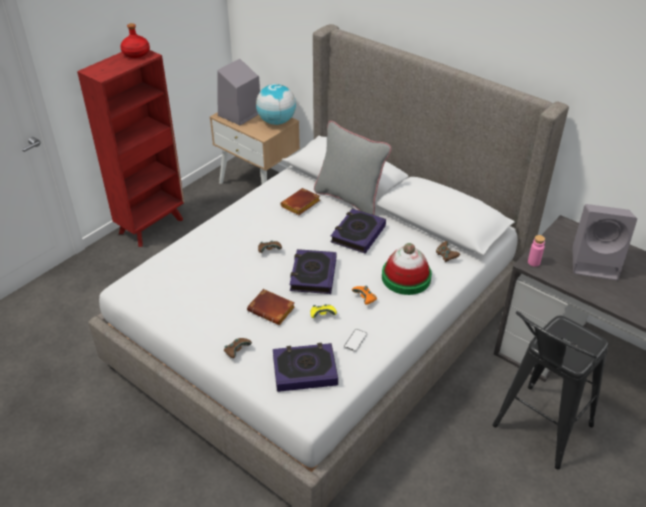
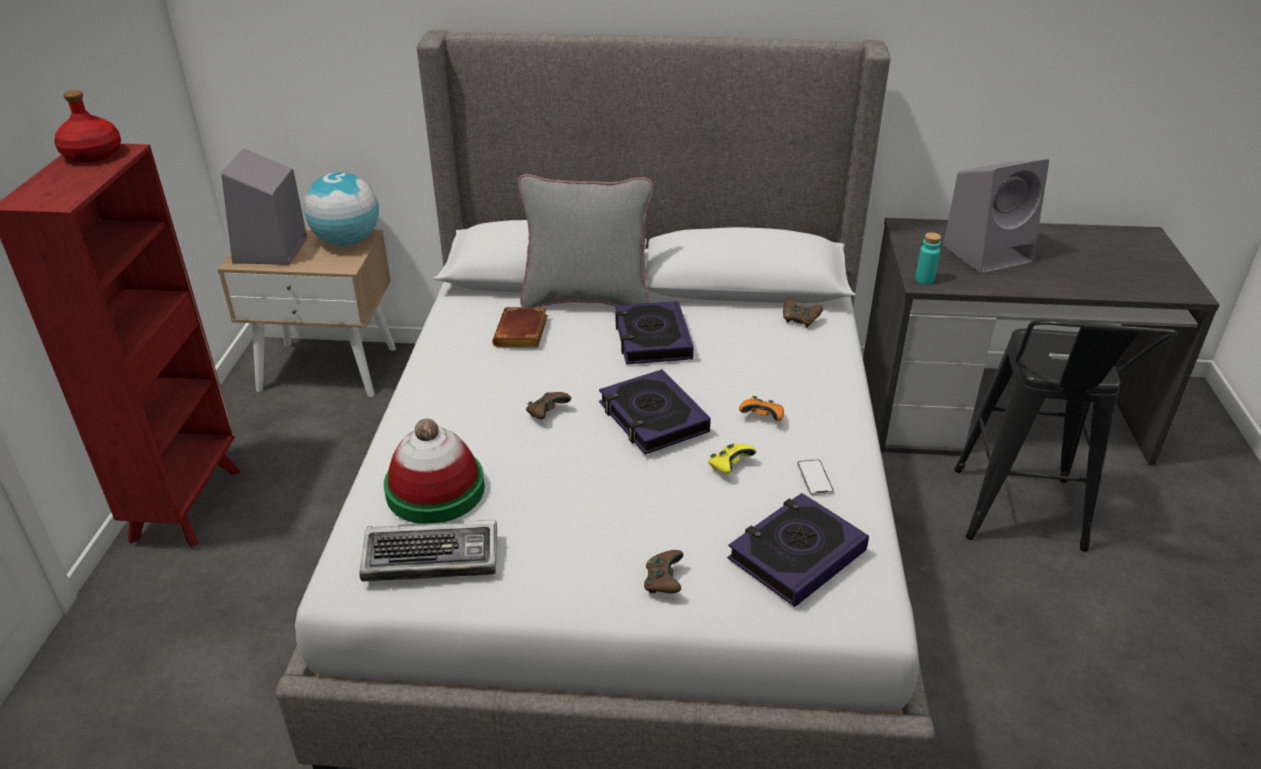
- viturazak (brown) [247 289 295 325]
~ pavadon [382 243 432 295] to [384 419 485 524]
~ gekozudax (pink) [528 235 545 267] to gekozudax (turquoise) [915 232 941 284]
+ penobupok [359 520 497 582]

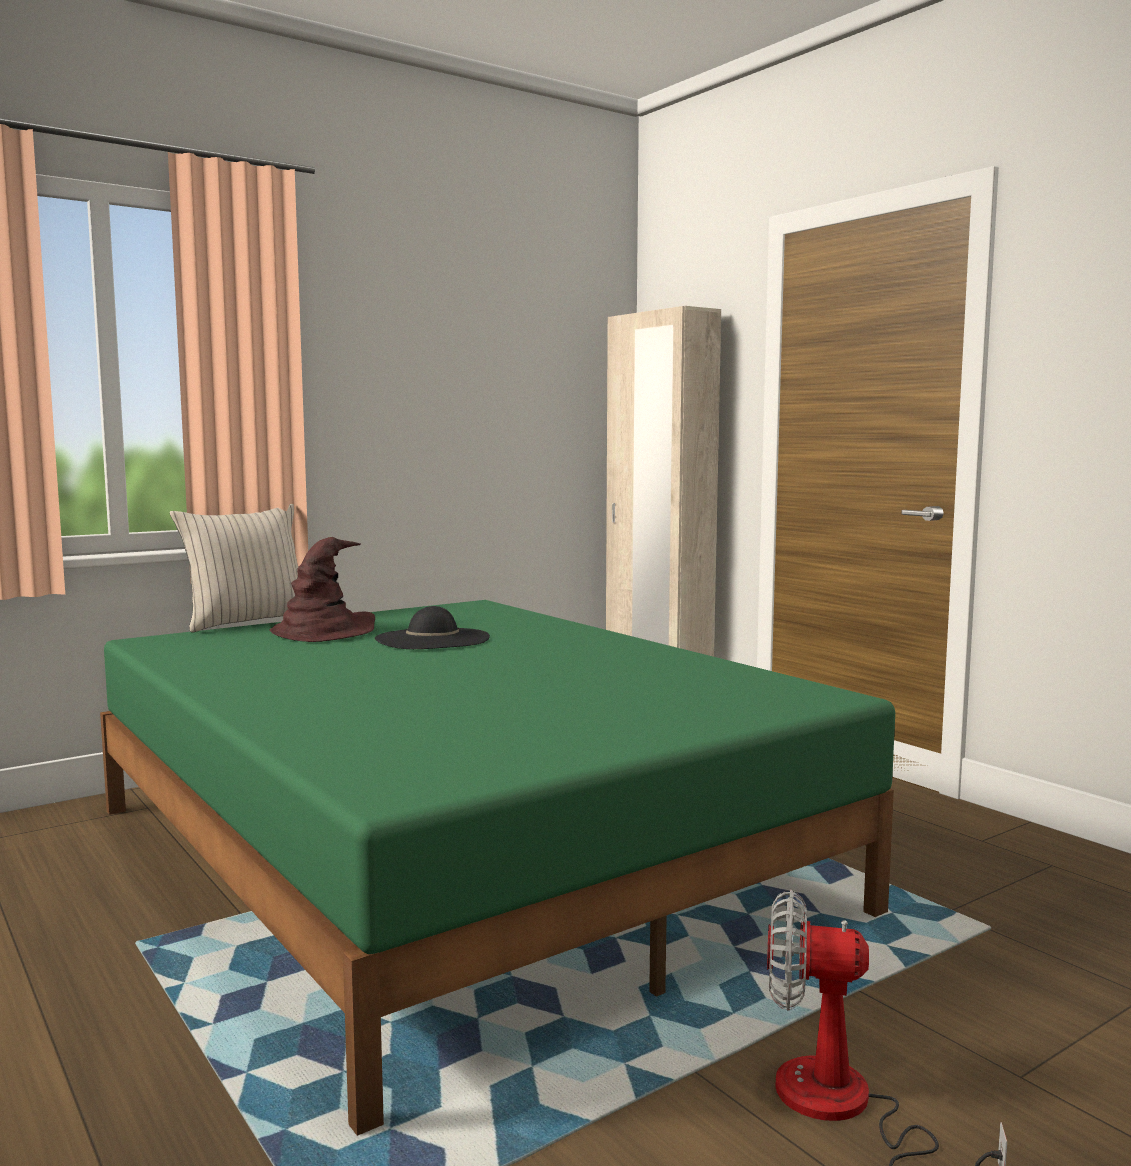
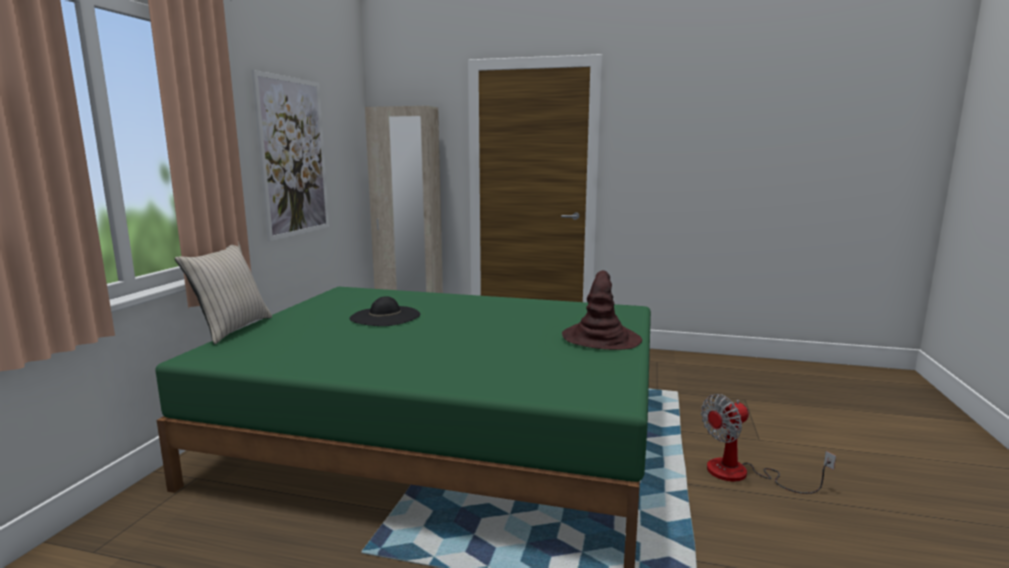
~ pavadon (brown) [270 537 375 642] to [562 270 642 350]
+ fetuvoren [252 70 329 241]

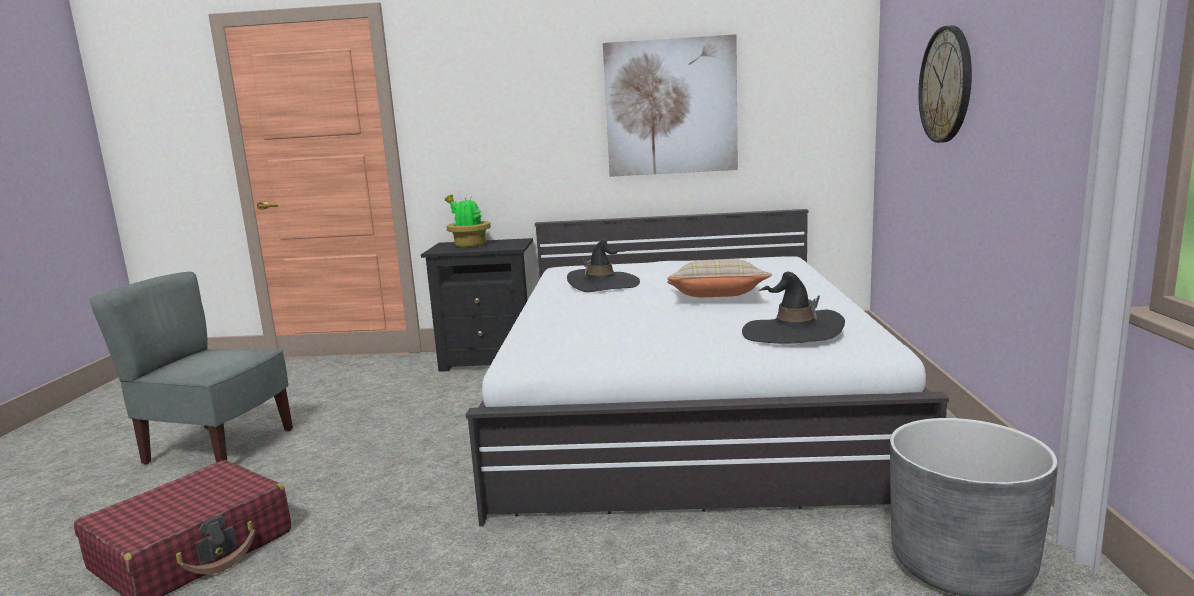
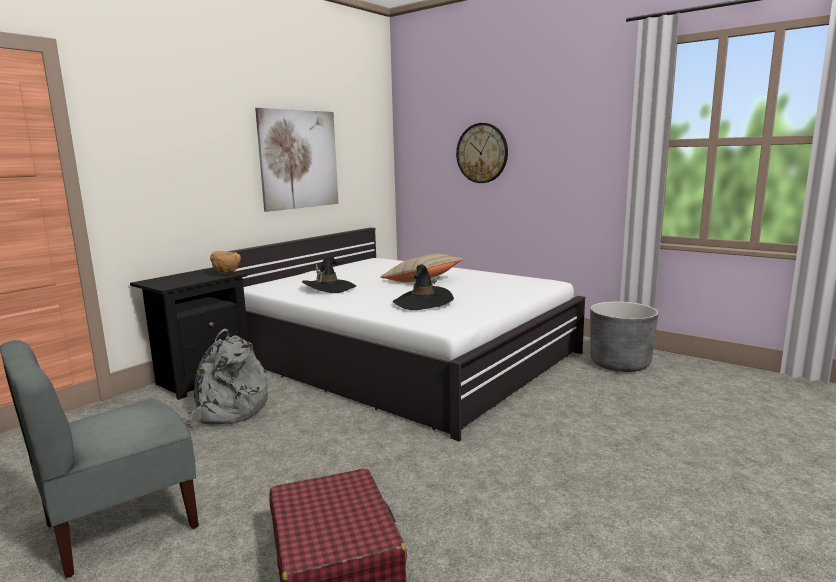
- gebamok [445 195 491 247]
~ pavadon (black) [742 272 845 344] to [393 264 454 310]
+ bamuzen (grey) [180 328 268 428]
+ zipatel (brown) [210 251 241 275]

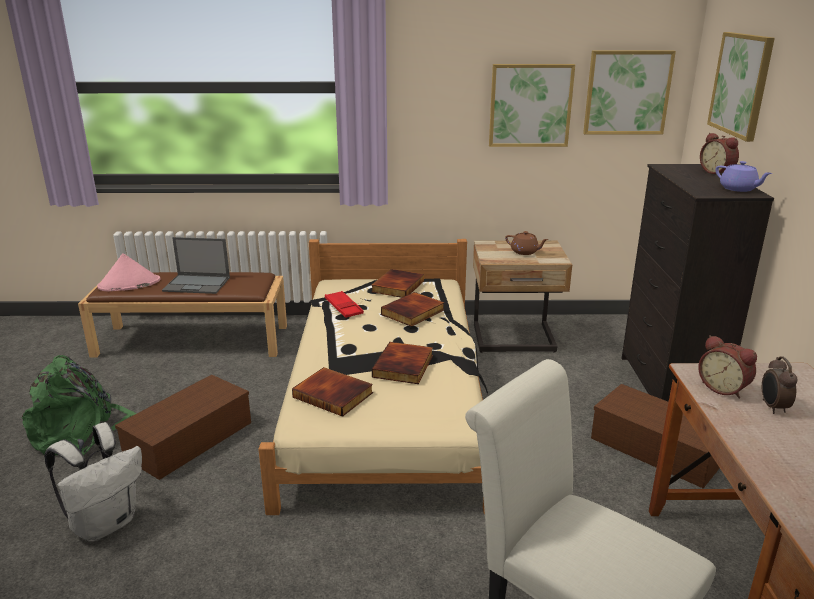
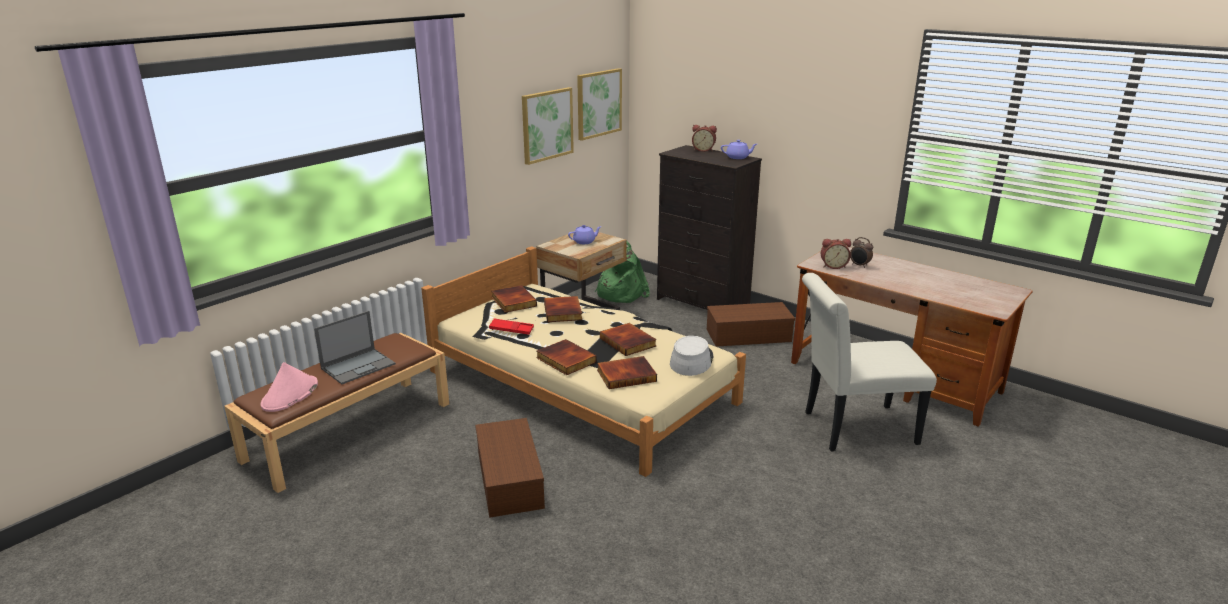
~ bamuzen (green) [22 355 137 455] to [595 241 650 303]
- bamuzen (white) [44 422 142 541]
~ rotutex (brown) [505 231 549 255] to rotutex (purple) [568 225 602 244]
- fetuvoren [707 32 775 142]
+ viturazak [536 339 597 375]
+ pavadon (grey) [670 336 714 376]

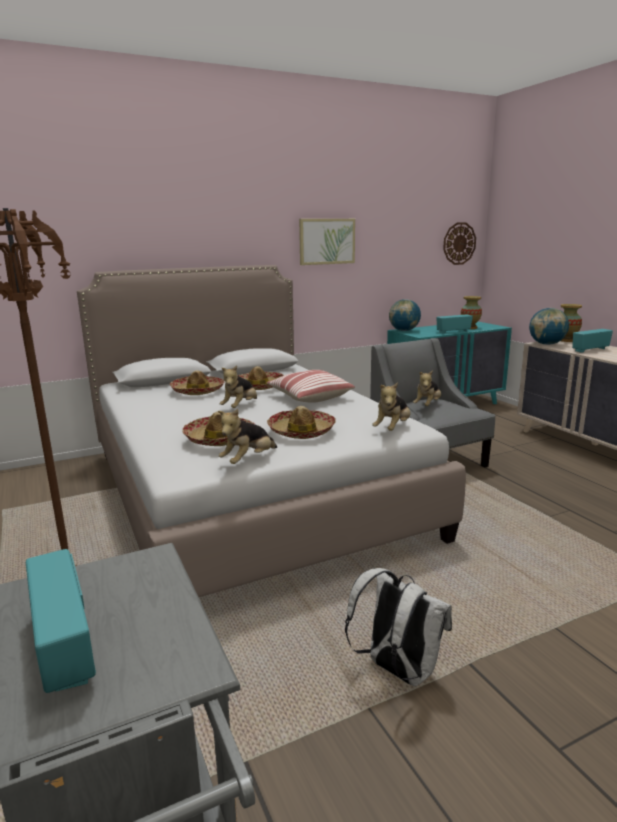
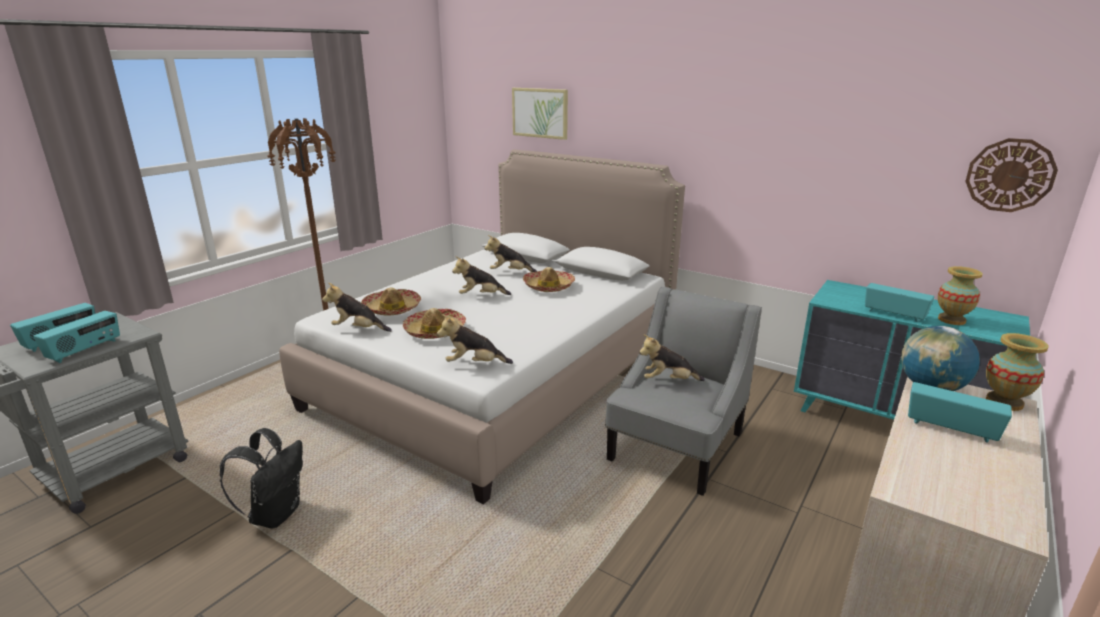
~ pavadon [170 370 225 395] to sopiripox [484 235 537 272]
- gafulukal [267 370 355 403]
~ fetuvoren [299 219 355 265] to [512 88 568 140]
~ bamuzen (white) [345 568 452 686] to bamuzen (black) [220 428 303 529]
- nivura [389 299 421 331]
+ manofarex [33 311 120 363]

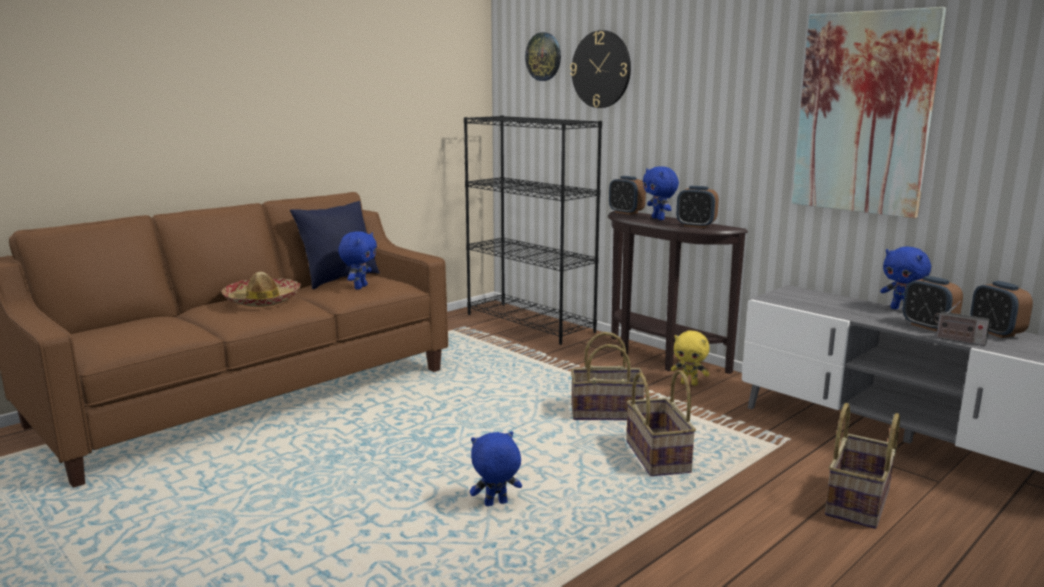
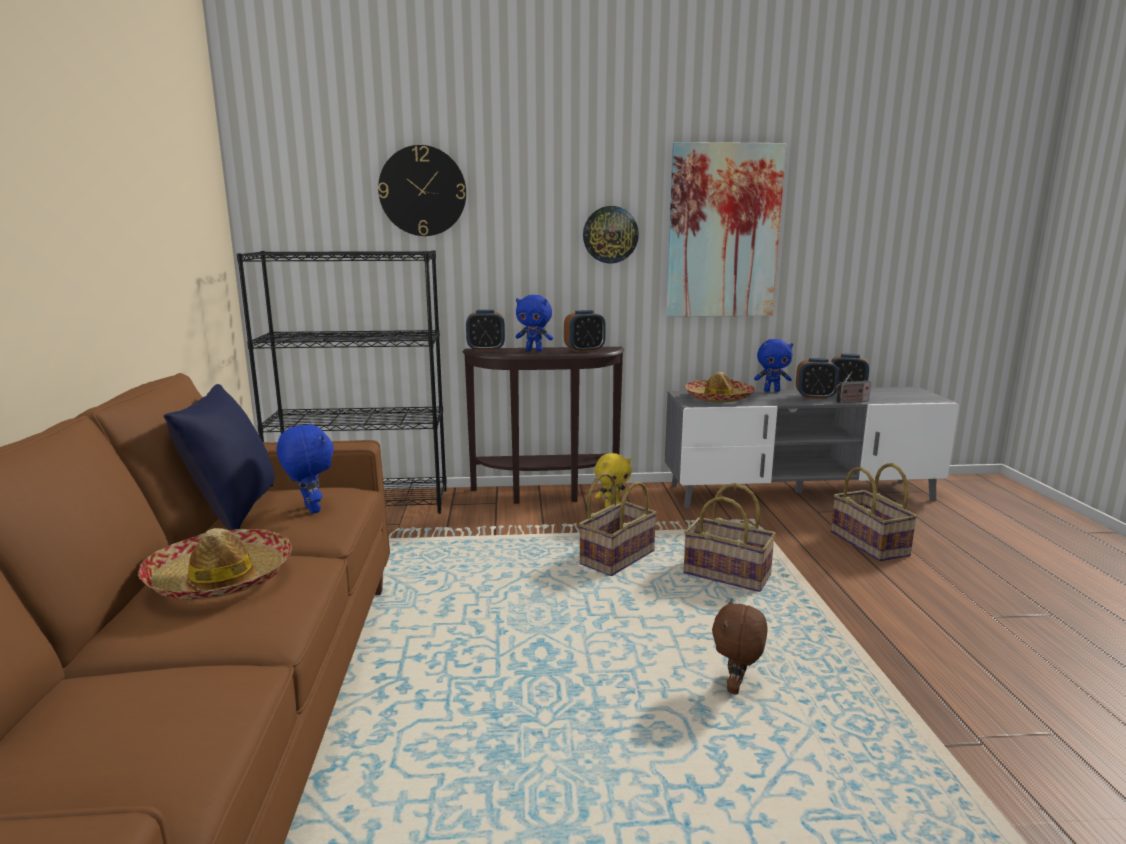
~ sopiripox (blue) [470 431 522 506] to sopiripox (brown) [712 598 768 695]
~ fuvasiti [525 32 561 81] to [583 206 639 263]
+ pavadon [685 372 755 403]

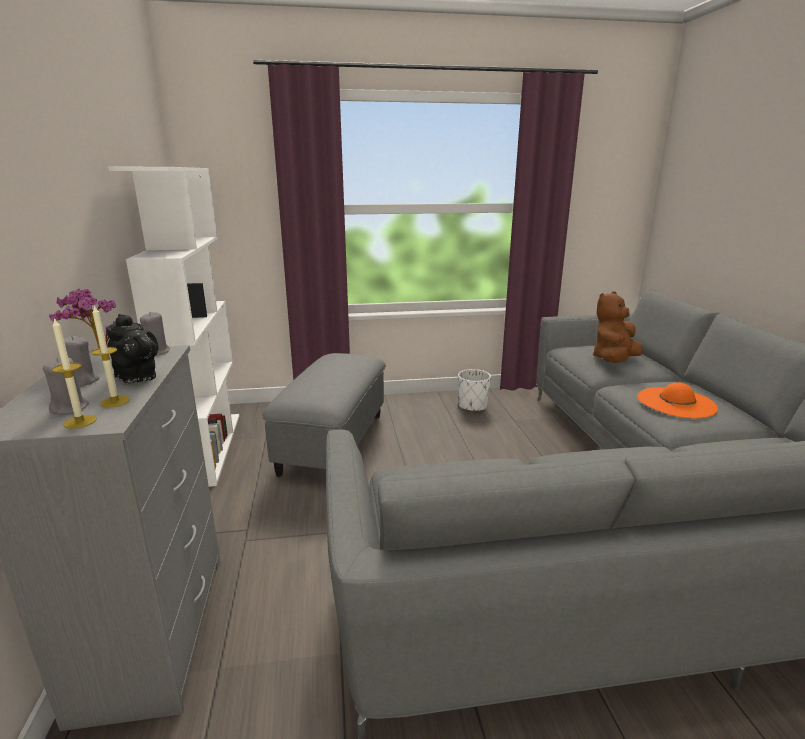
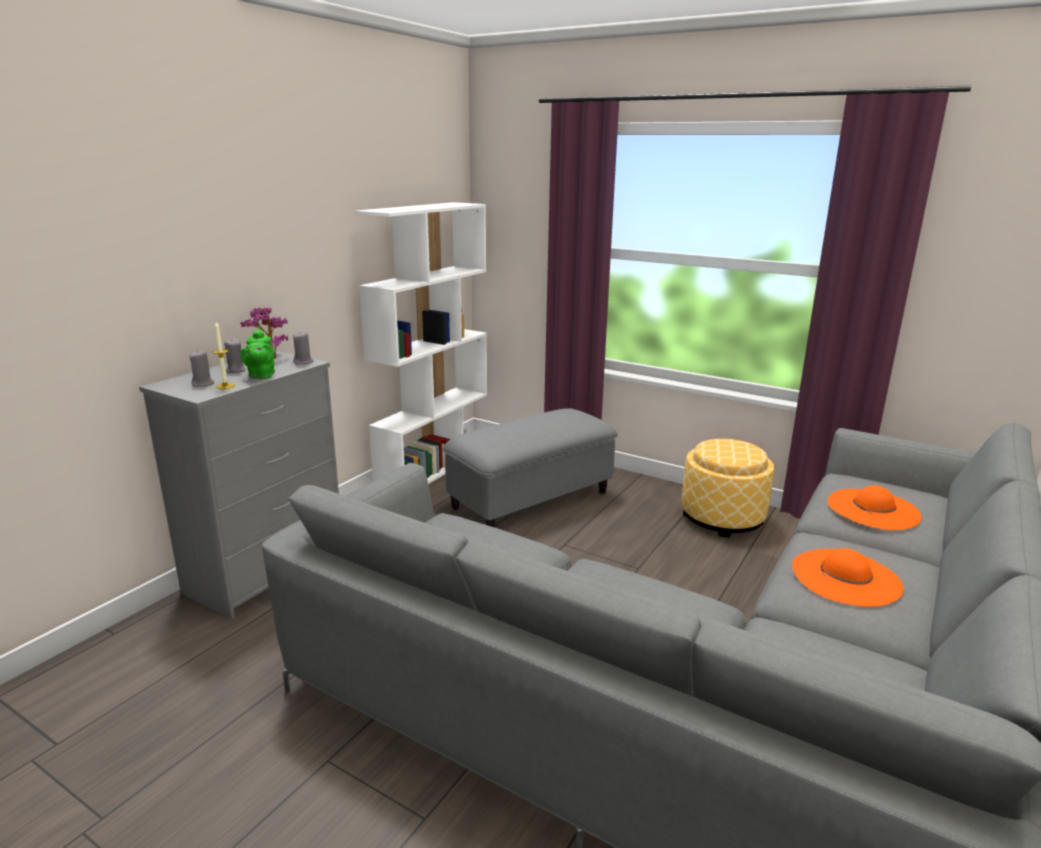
- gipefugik [52 317 97 429]
~ rotutex (black) [106 314 159 383] to rotutex (green) [240 329 275 379]
~ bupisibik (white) [458 369 491 412] to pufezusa [682 439 774 537]
~ sopiripox (brown) [593 291 643 363] to pavadon (orange) [827 485 922 530]

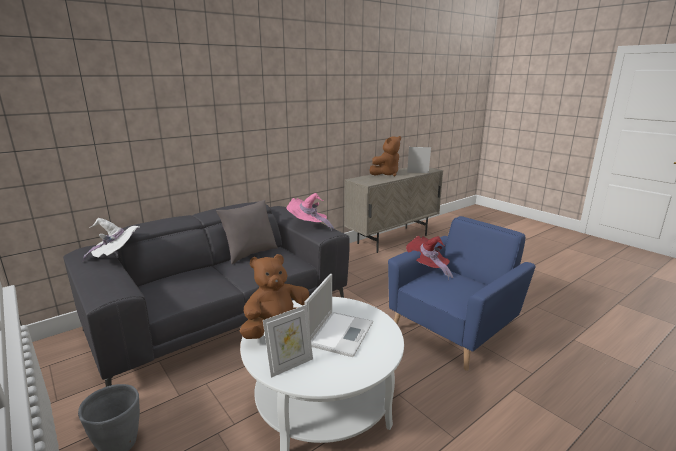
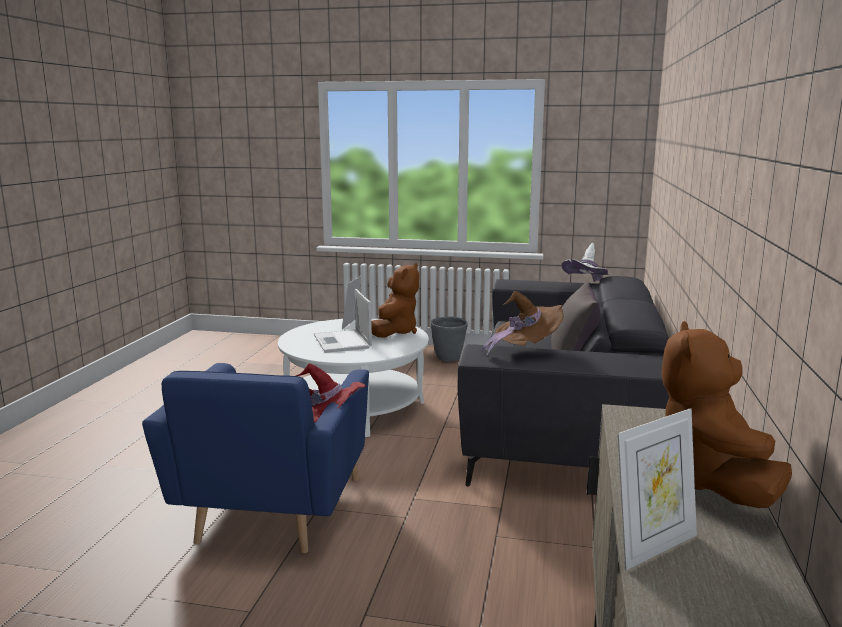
~ pavadon (pink) [286 193 334 231] to pavadon (brown) [481 291 564 355]

